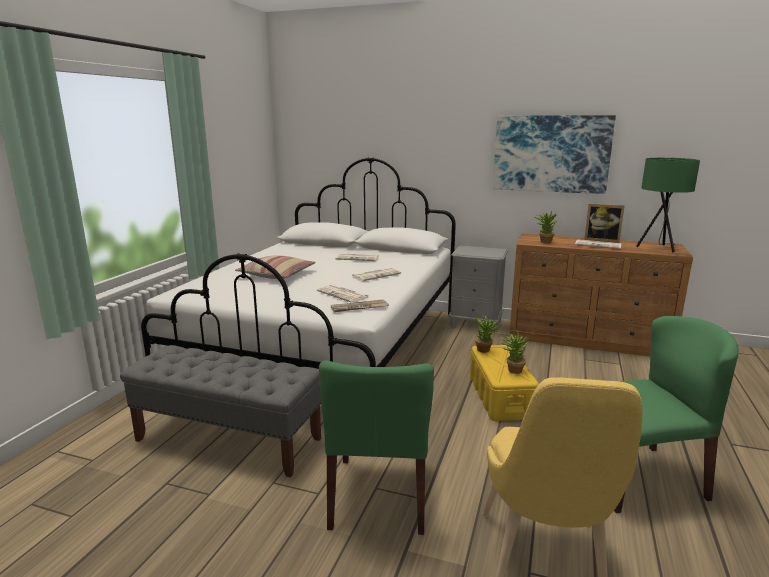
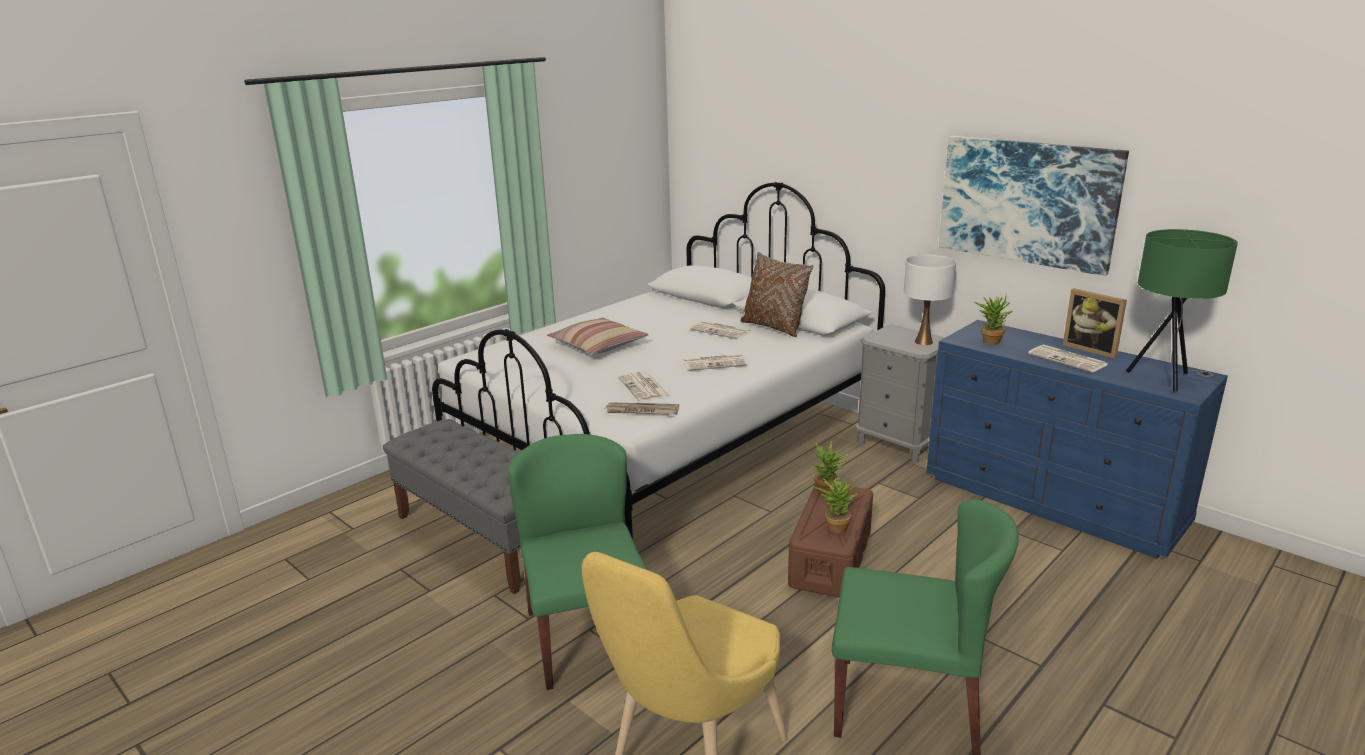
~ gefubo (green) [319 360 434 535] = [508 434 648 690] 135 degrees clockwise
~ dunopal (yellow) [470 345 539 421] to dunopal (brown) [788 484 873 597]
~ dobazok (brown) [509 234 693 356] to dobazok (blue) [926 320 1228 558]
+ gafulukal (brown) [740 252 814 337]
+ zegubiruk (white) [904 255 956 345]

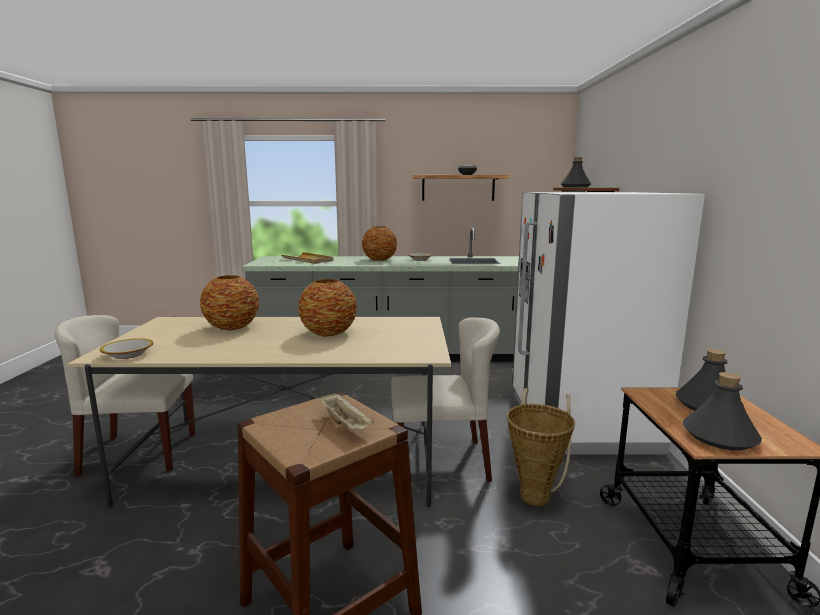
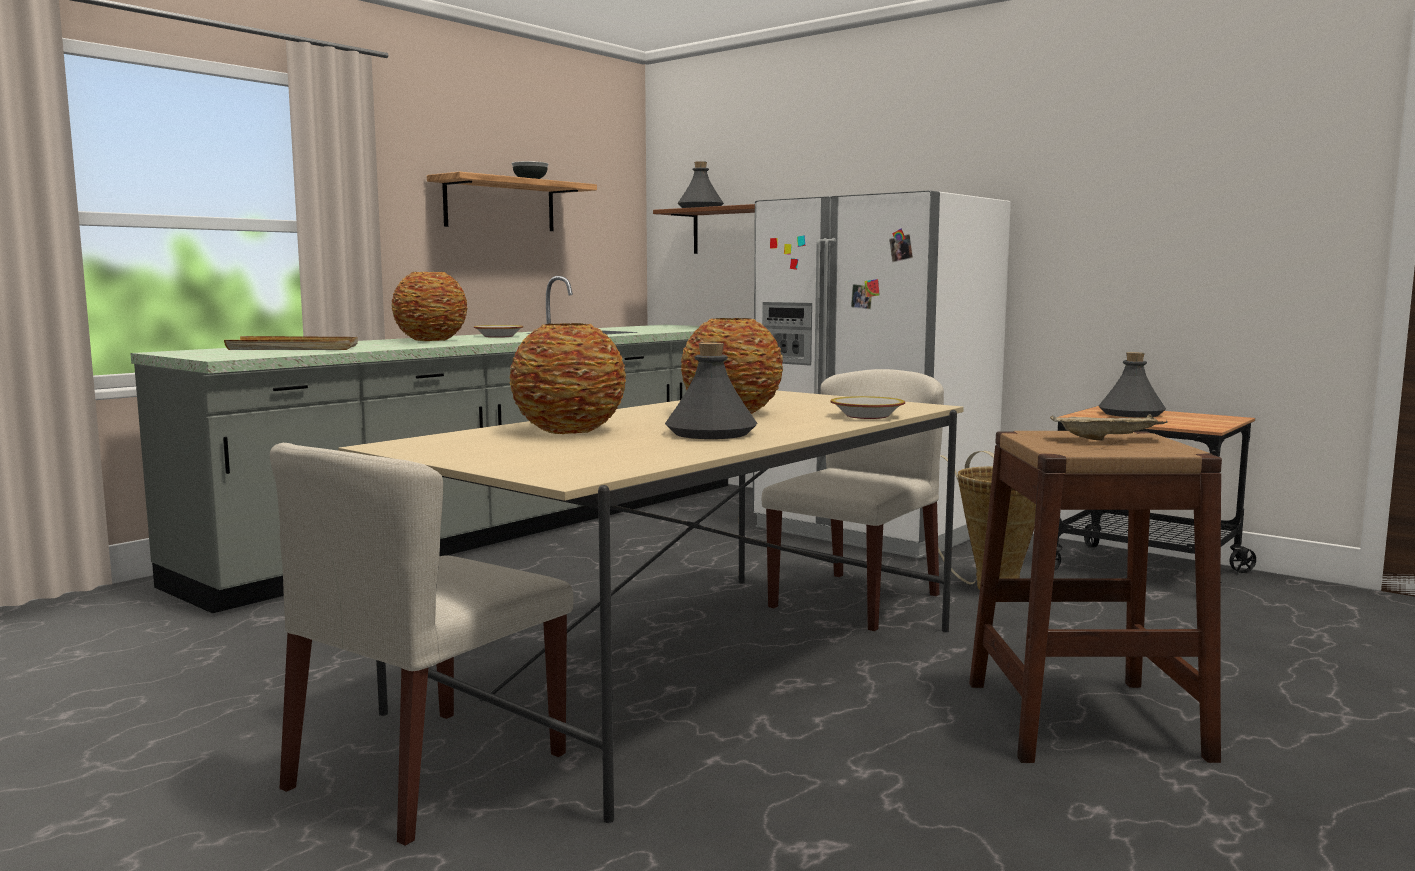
~ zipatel [100 338 154 359] to [830 396 905 419]
~ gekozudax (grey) [683 372 762 450] to [665 343 757 439]

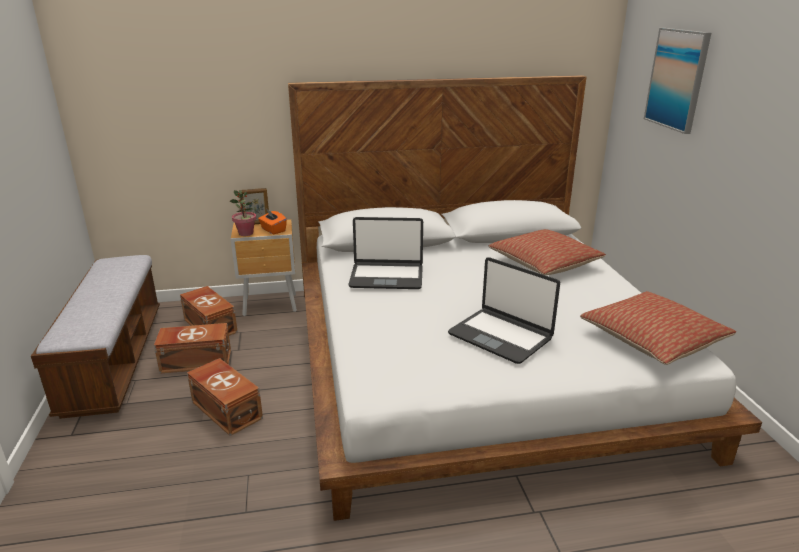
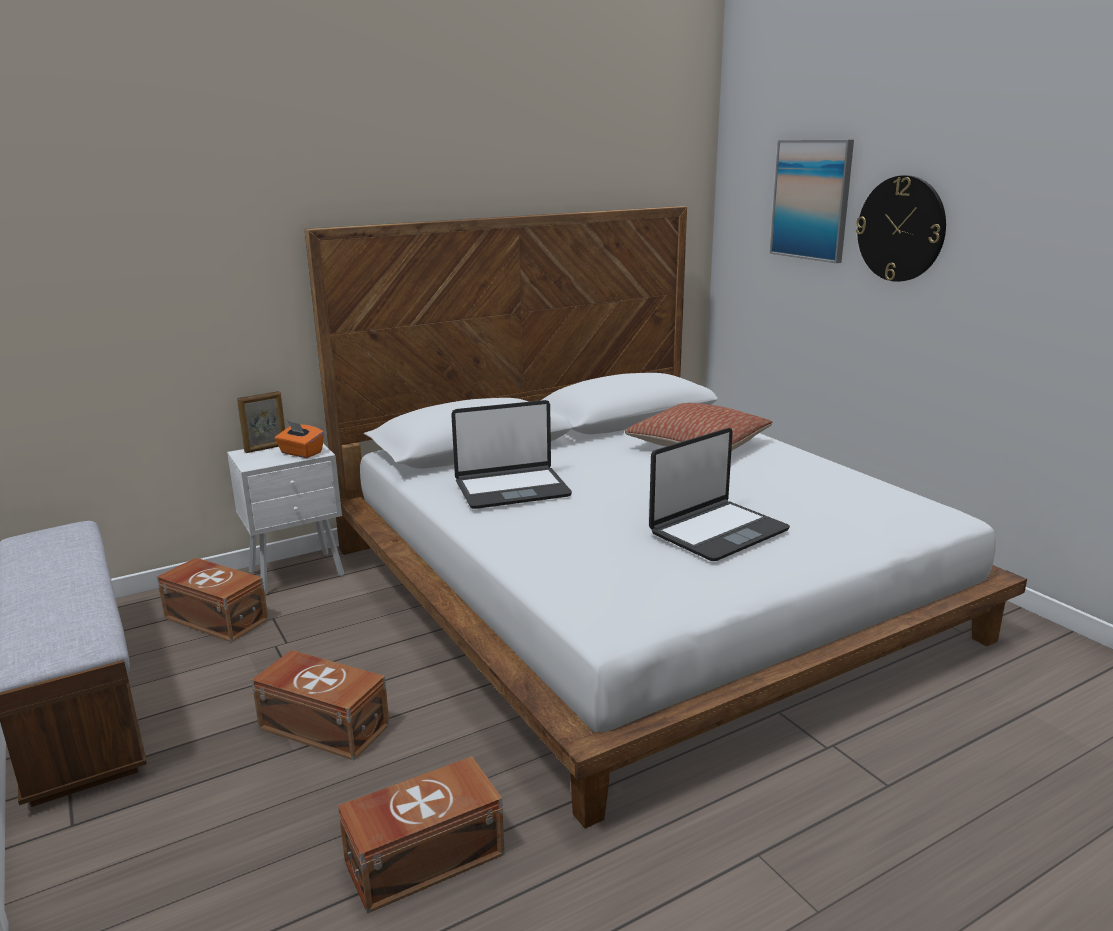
~ dunopal (brown) [154 323 231 374] to [338 757 504 914]
- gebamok [230 190 256 236]
~ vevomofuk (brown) [231 219 297 316] to vevomofuk (white) [227 444 344 596]
~ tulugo [448 257 560 364] = [649 428 790 561] 60 degrees counterclockwise
- gafulukal [580 291 736 365]
+ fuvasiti [856 175 946 282]

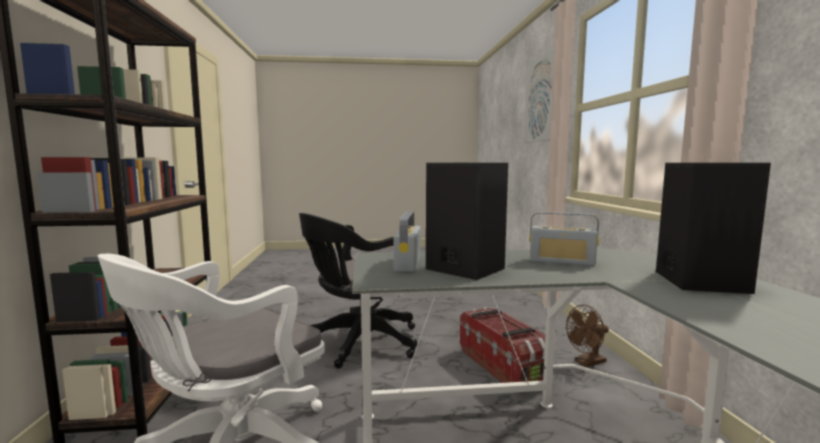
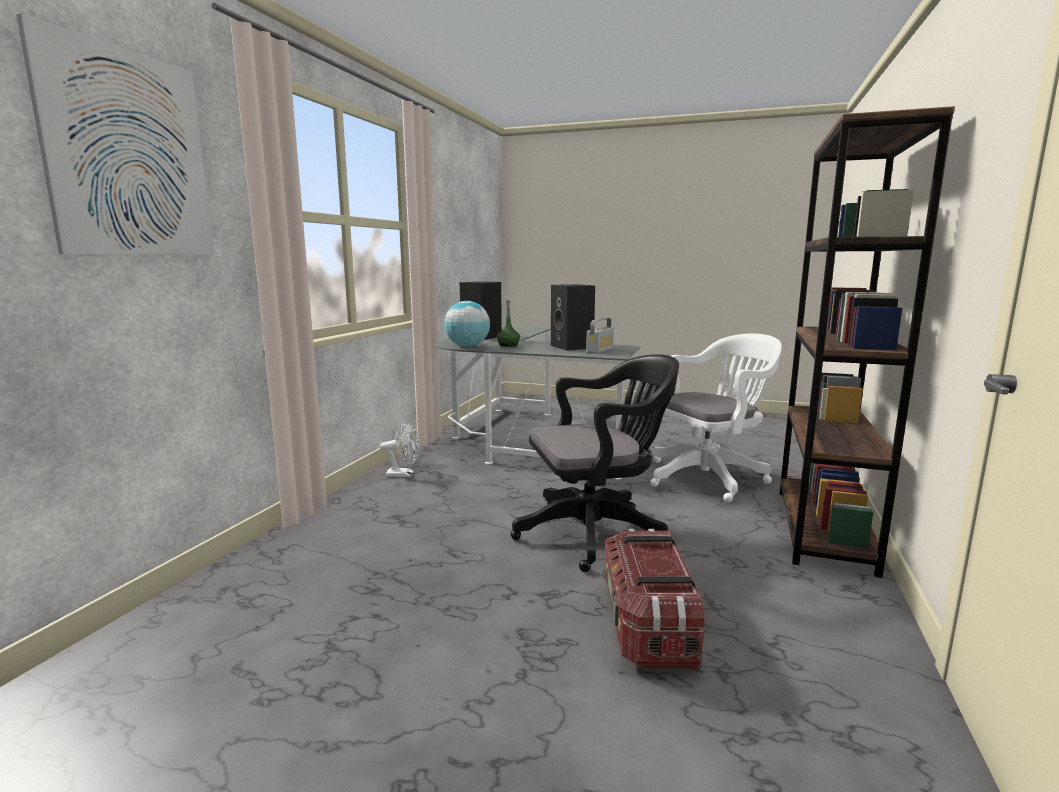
~ dunopal [460 307 545 393] to [605 529 705 670]
~ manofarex [529 212 599 266] to gekozudax (green) [497 300 520 347]
~ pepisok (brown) [566 305 609 367] to pepisok (white) [380 421 420 477]
+ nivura [444 301 490 347]

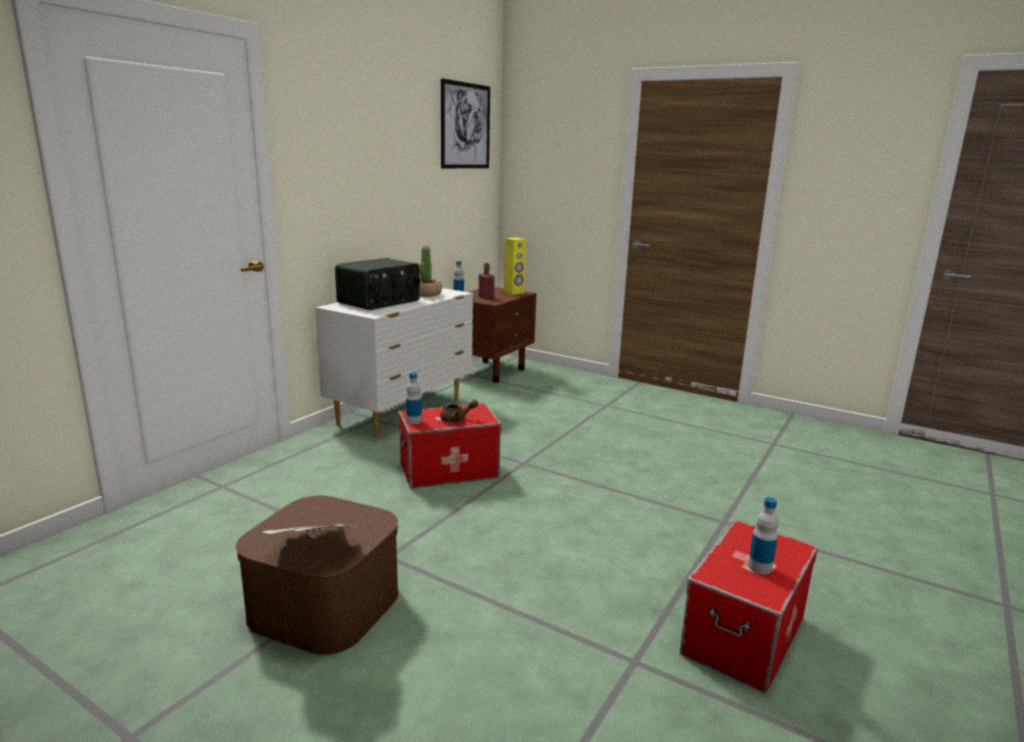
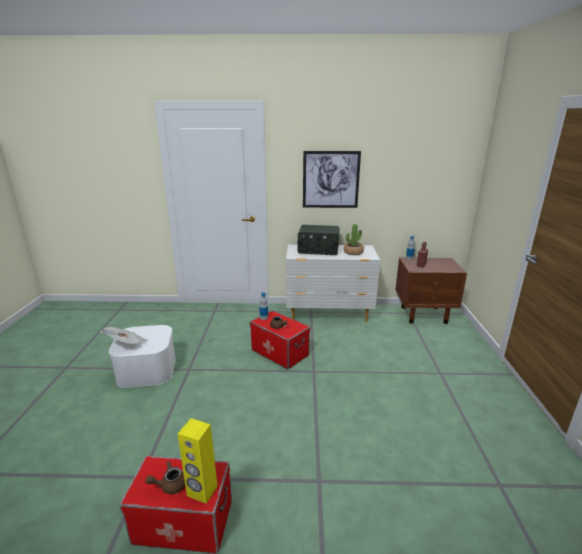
~ dunopal (brown) [236 496 399 655] to dunopal (white) [109 325 176 388]
~ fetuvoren [441 78 490 168] to [303 151 361 208]
~ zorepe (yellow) [504 238 526 295] to [178 418 218 504]
~ gekozudax [748 497 779 574] to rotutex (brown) [145 461 185 494]

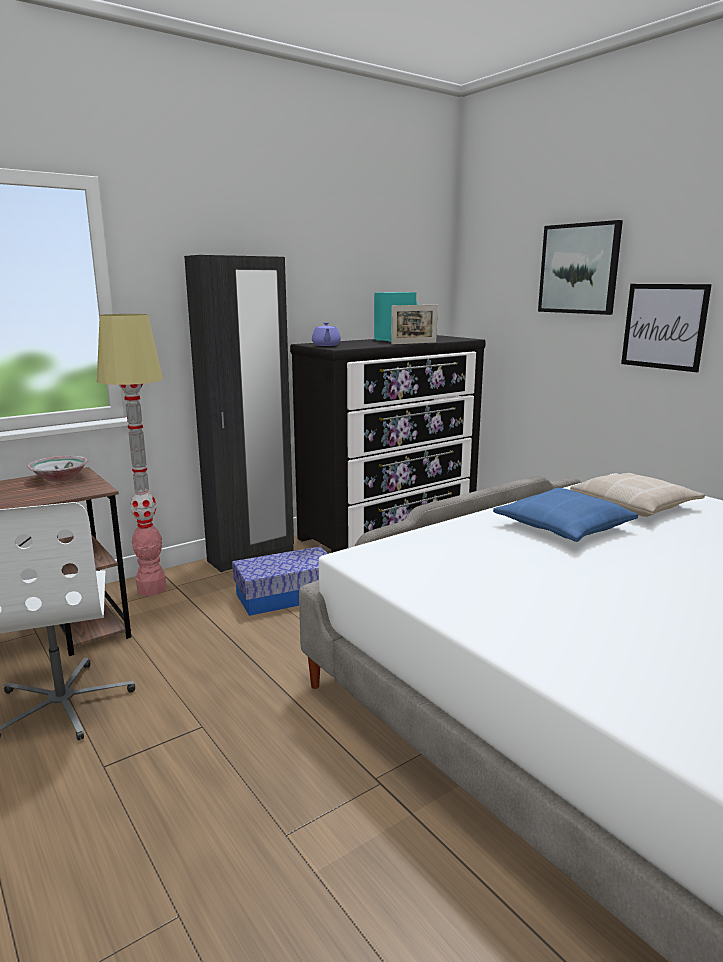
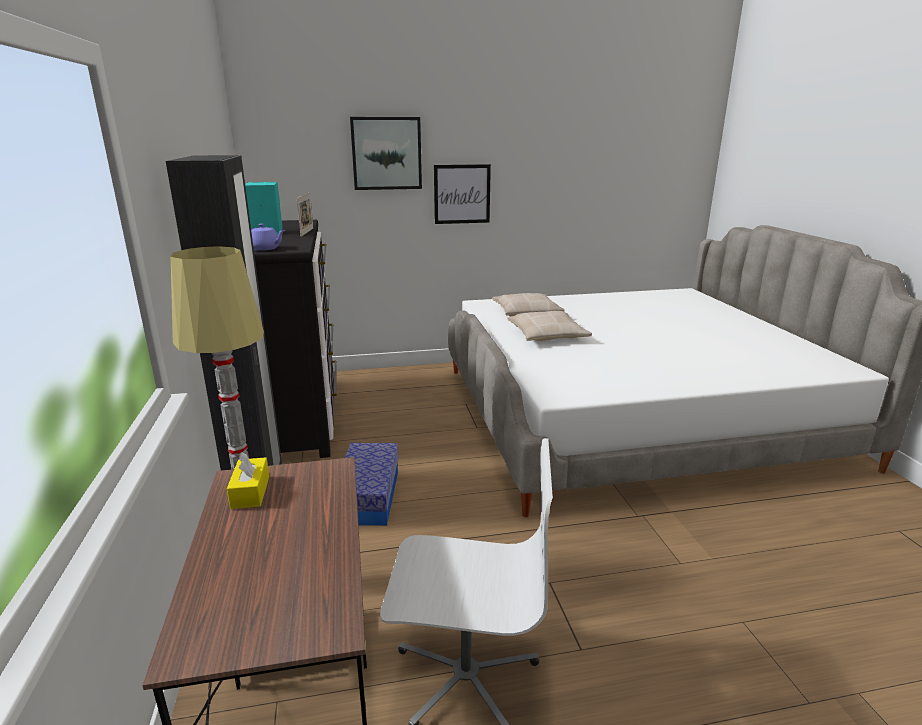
~ zipatel [27 456 88 482] to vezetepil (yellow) [227 452 269 509]
~ gafulukal (blue) [493 488 638 542] to gafulukal (beige) [508 311 592 341]

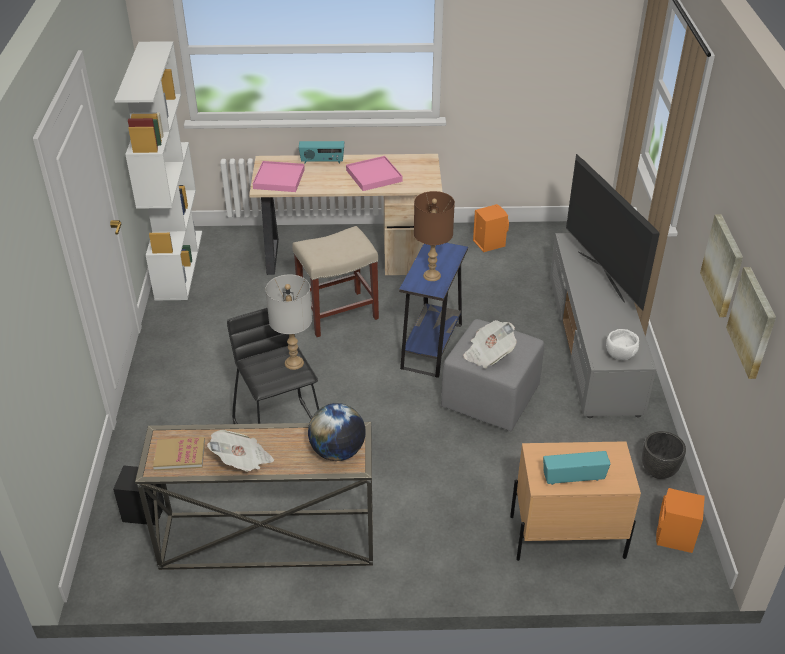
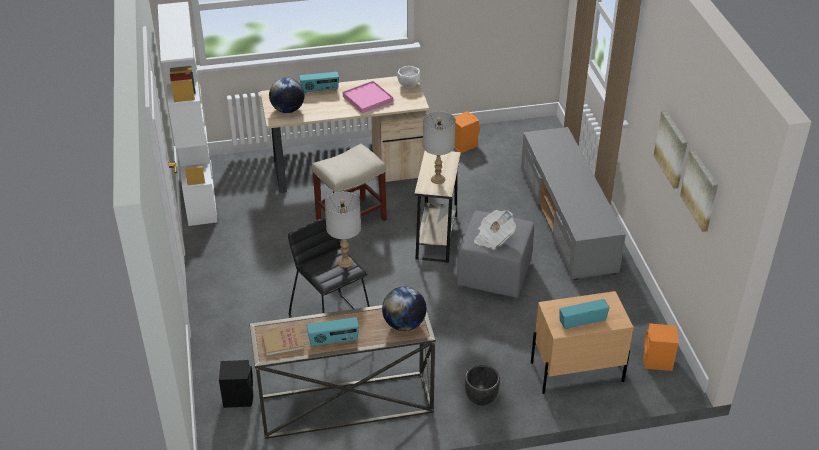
~ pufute [207 430 274 472] to manofarex [306 317 359 347]
~ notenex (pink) [253 161 305 192] to nivura [269 78 304 113]
~ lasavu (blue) [399 243 468 378] to lasavu (beige) [414 151 461 263]
~ zegubiruk (brown) [414 191 455 281] to zegubiruk (grey) [423 111 456 184]
- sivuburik [566 154 660 310]
~ zipatel (white) [606 329 639 360] to [397 66 421 87]
~ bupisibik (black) [642 431 686 479] to [465 365 500 406]

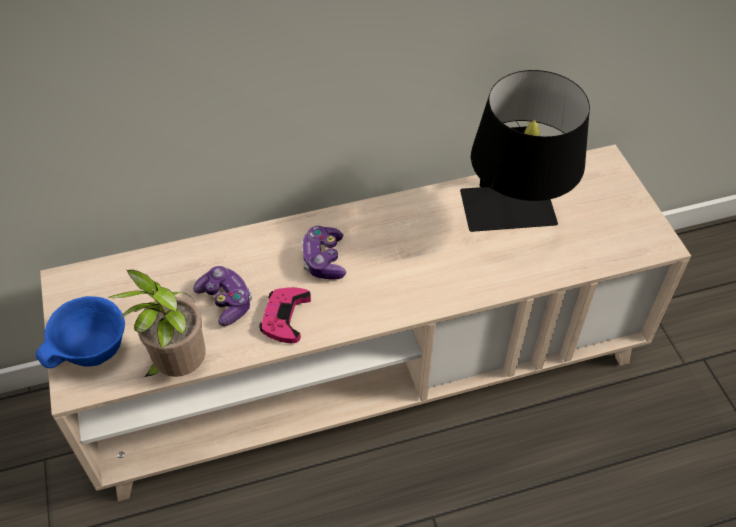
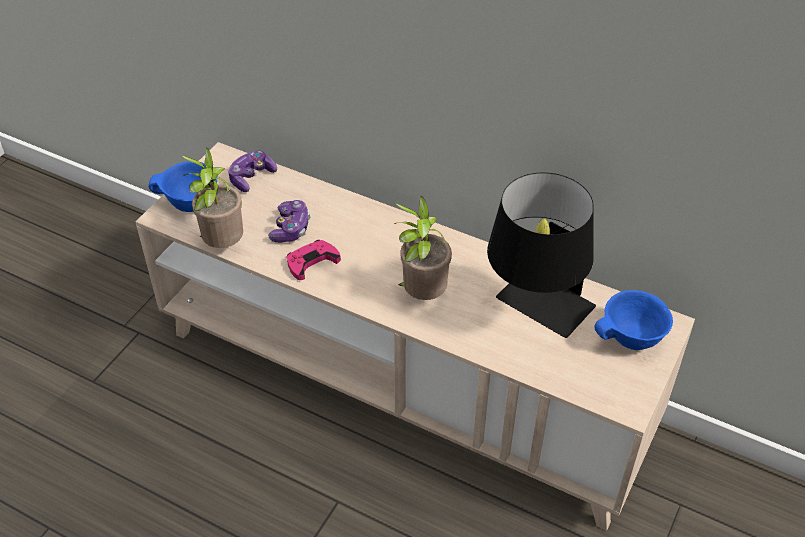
~ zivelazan [302 226 346 280] to [228 151 277 192]
+ gebamok [394 195 452 300]
+ zipatel (blue) [594 290 673 350]

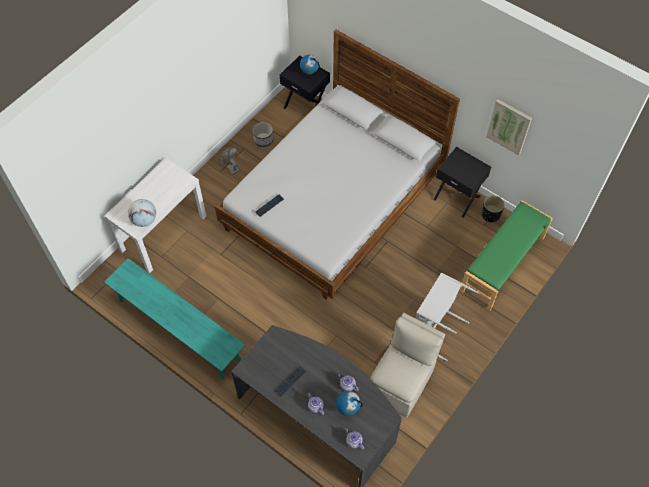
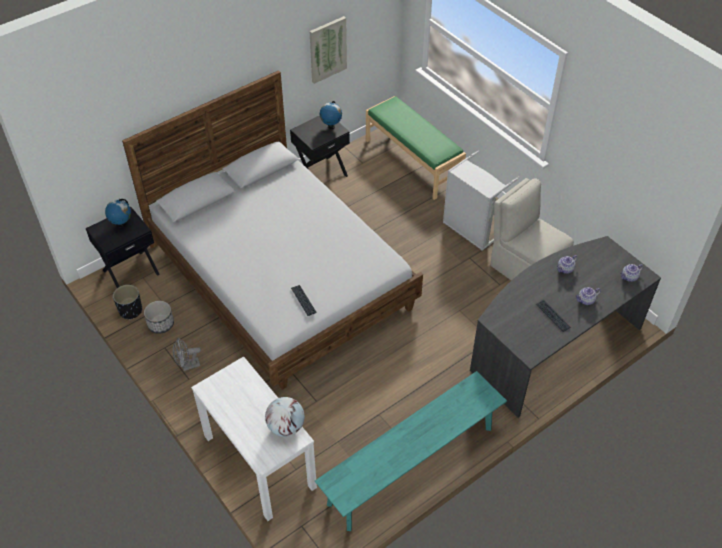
~ nivura [336 391 363 416] to [320 101 342 129]
~ bupisibik (black) [482 195 505 223] to [113 285 142 320]

